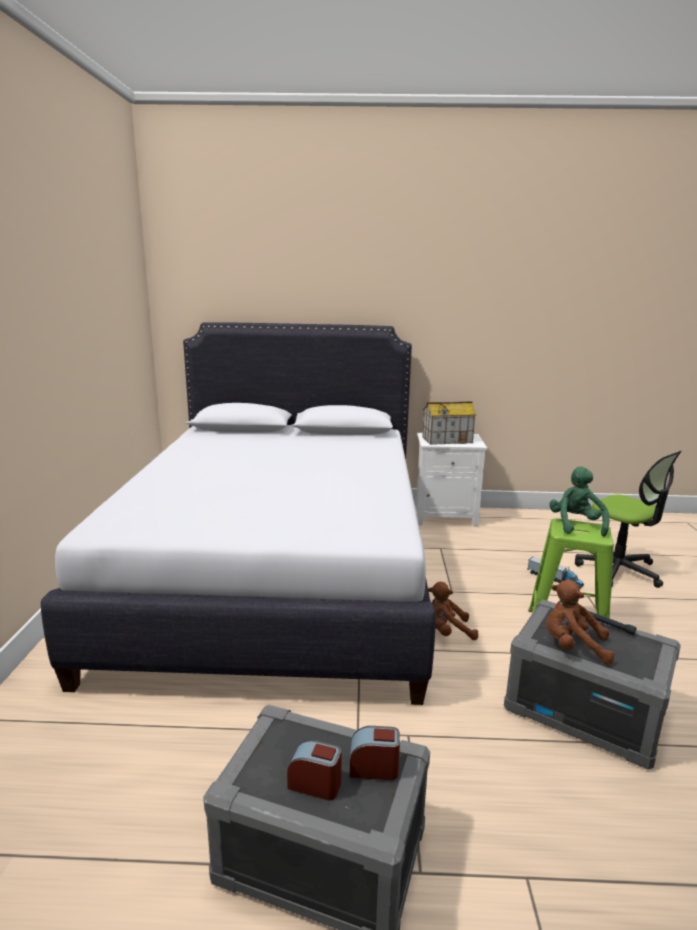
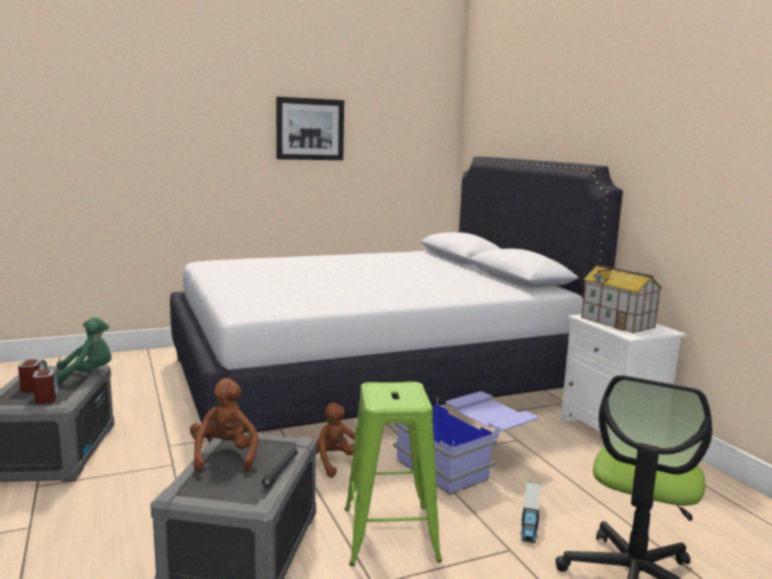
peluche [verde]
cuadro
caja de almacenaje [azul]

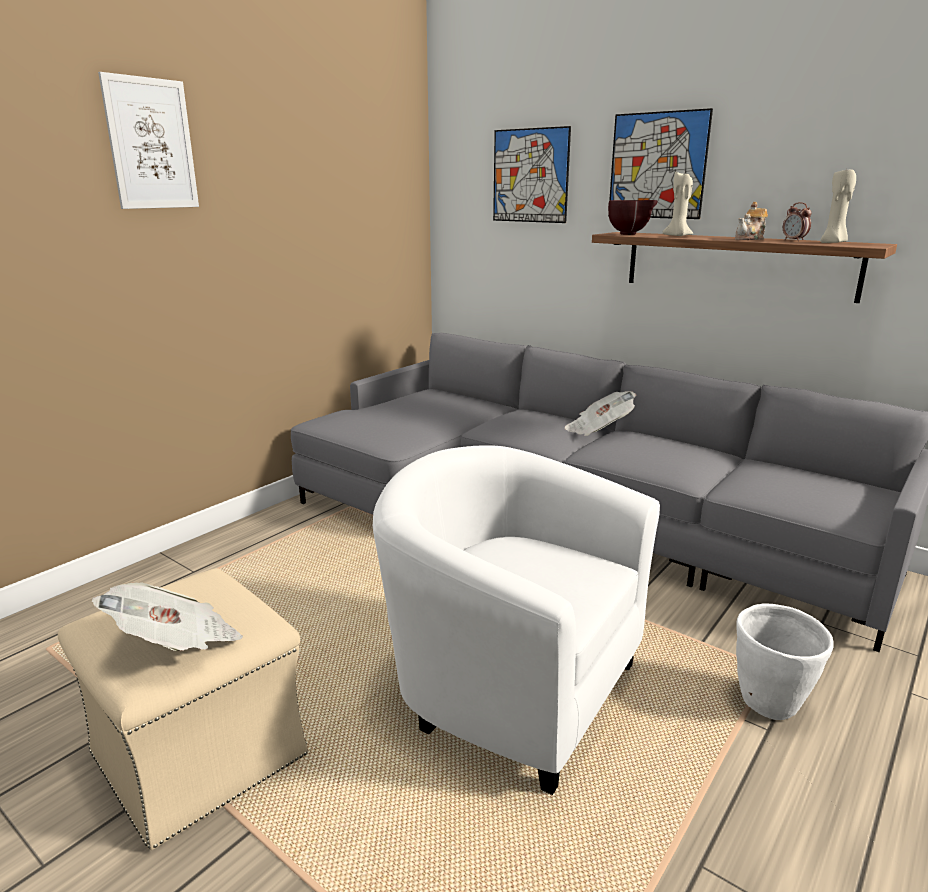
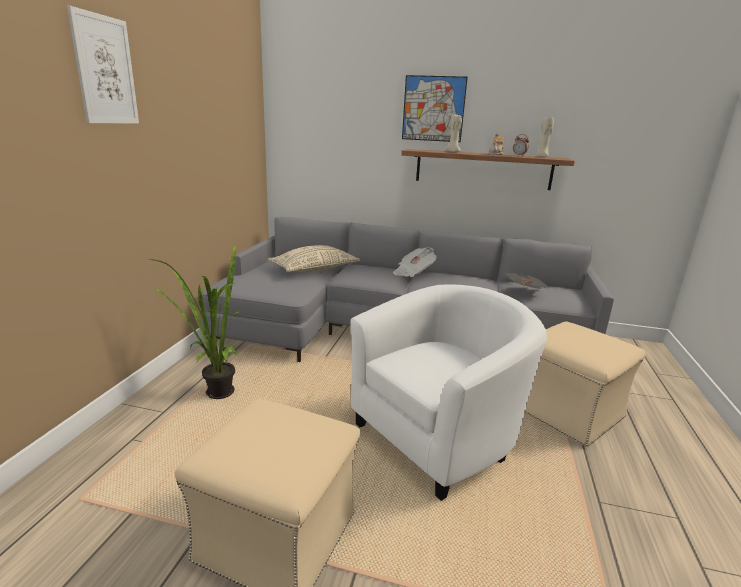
planta en maceta
cojín [beis]
sillón [blanco]
periódico (2nd from left)
puf [beis] (2nd from left)
cuadro (2nd from left in the first image)
cuenco [marrón]

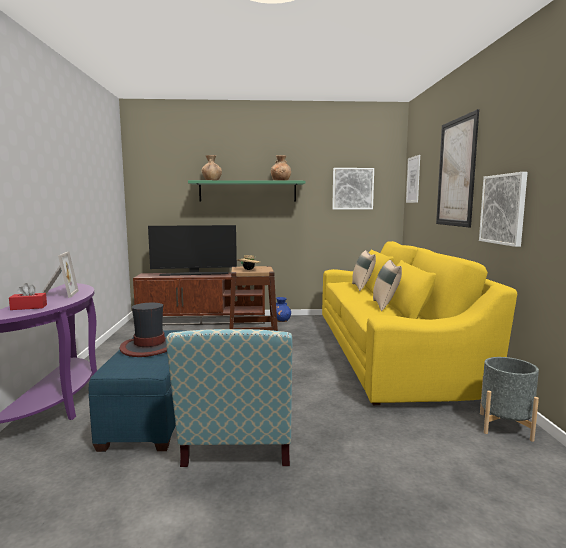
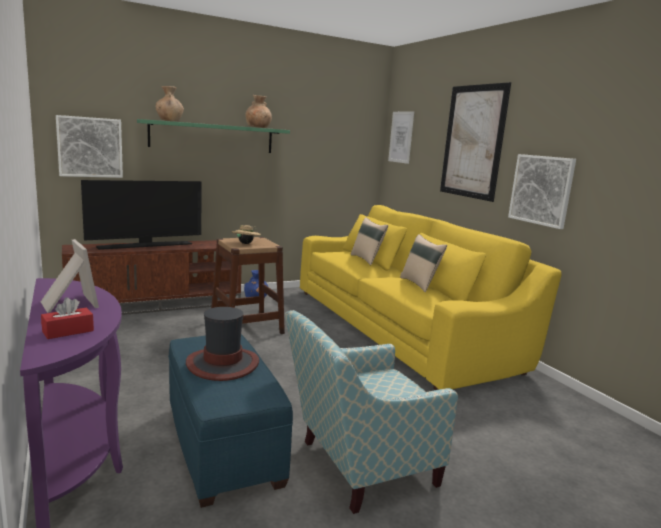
cuadro (1st from left)
sillón
maceta [gris]

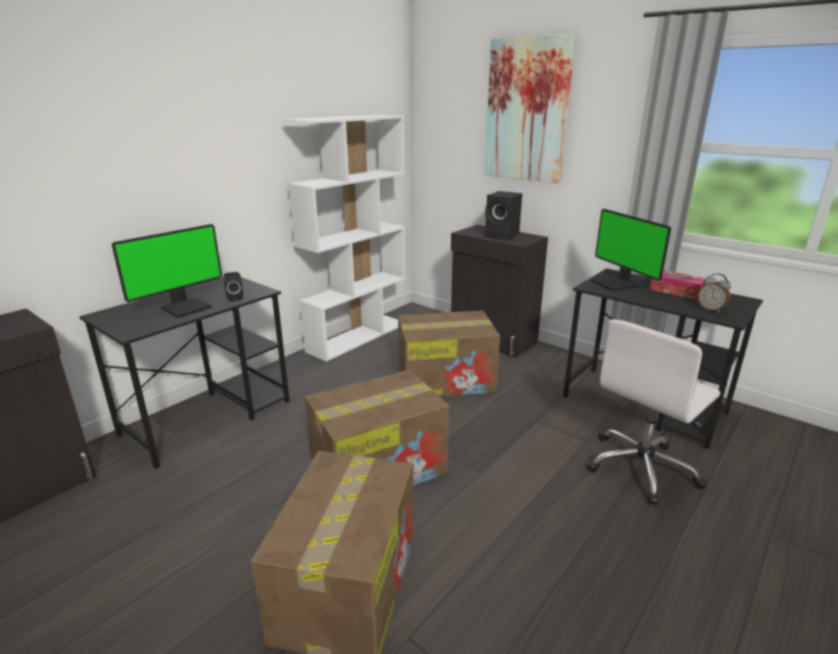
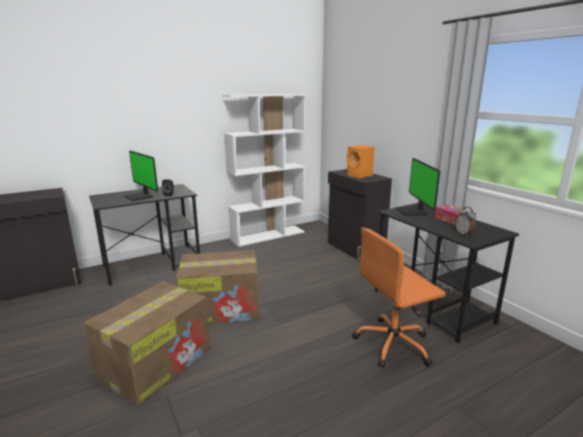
monitor (1st from left)
altavoz [naranja]
silla de oficina [naranja]
caja de cartón (3rd from left in the first image)
cuadro

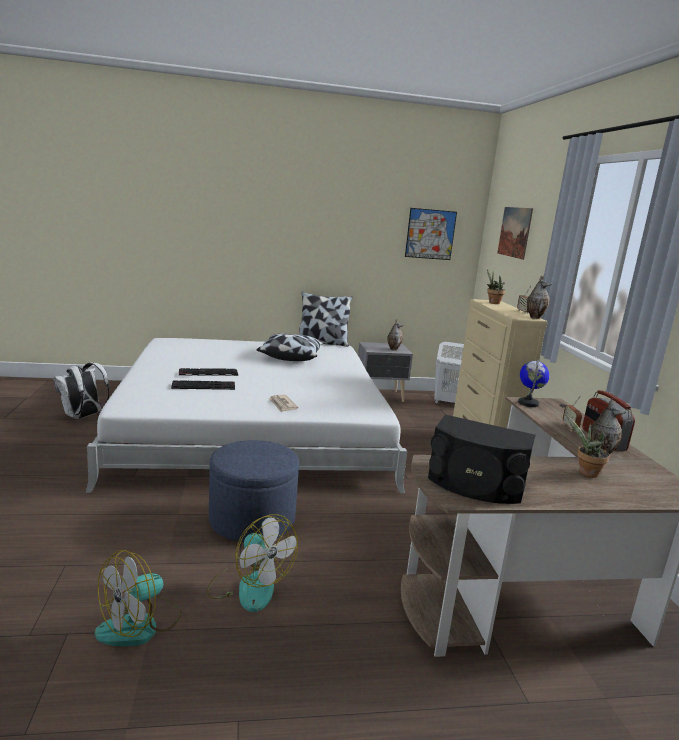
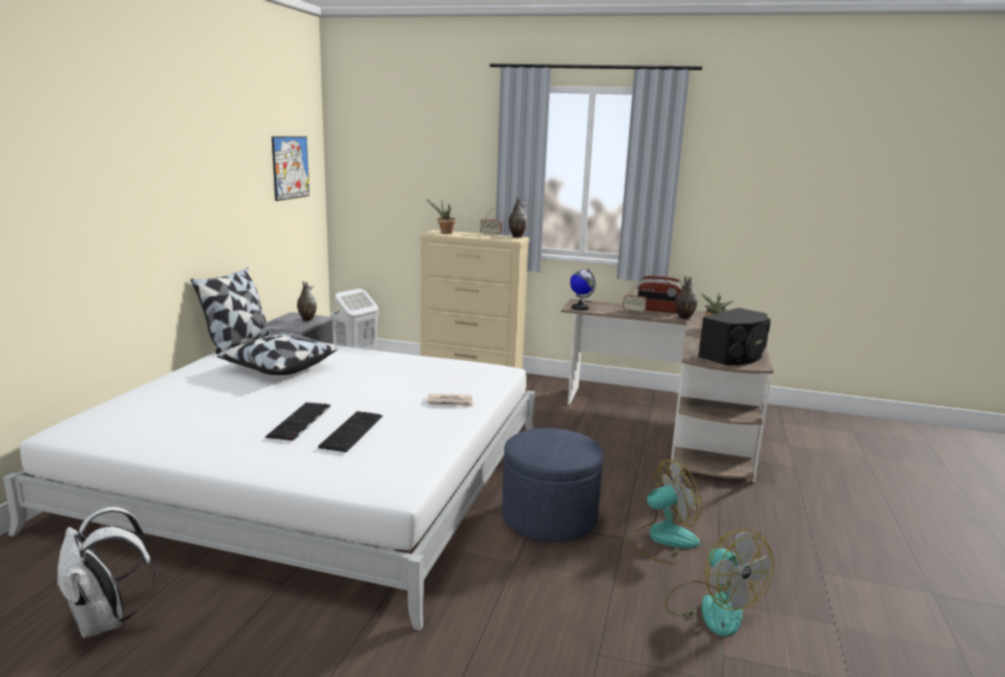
cuadro (2nd from left in the first image)

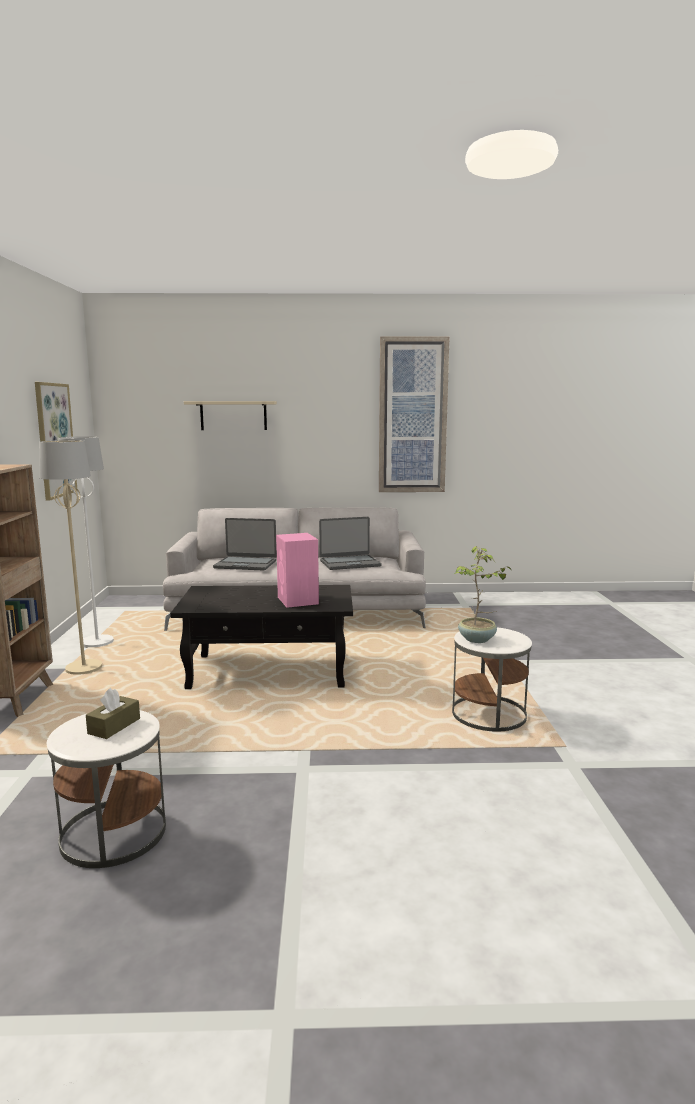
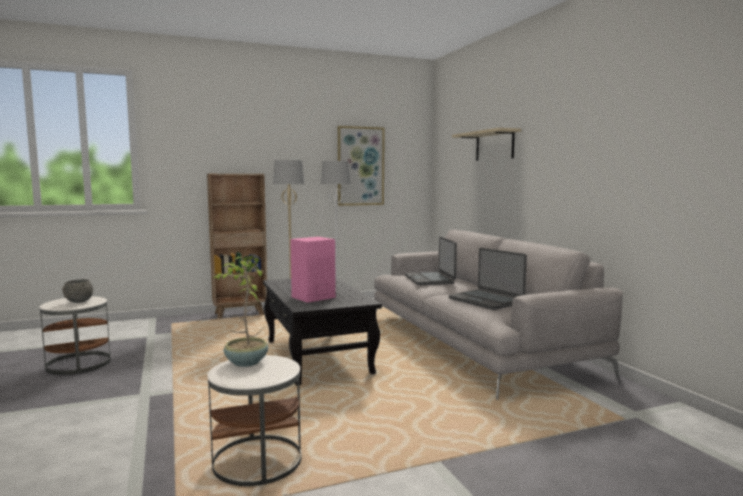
cuenco [gris]
cuadro (2nd from left in the first image)

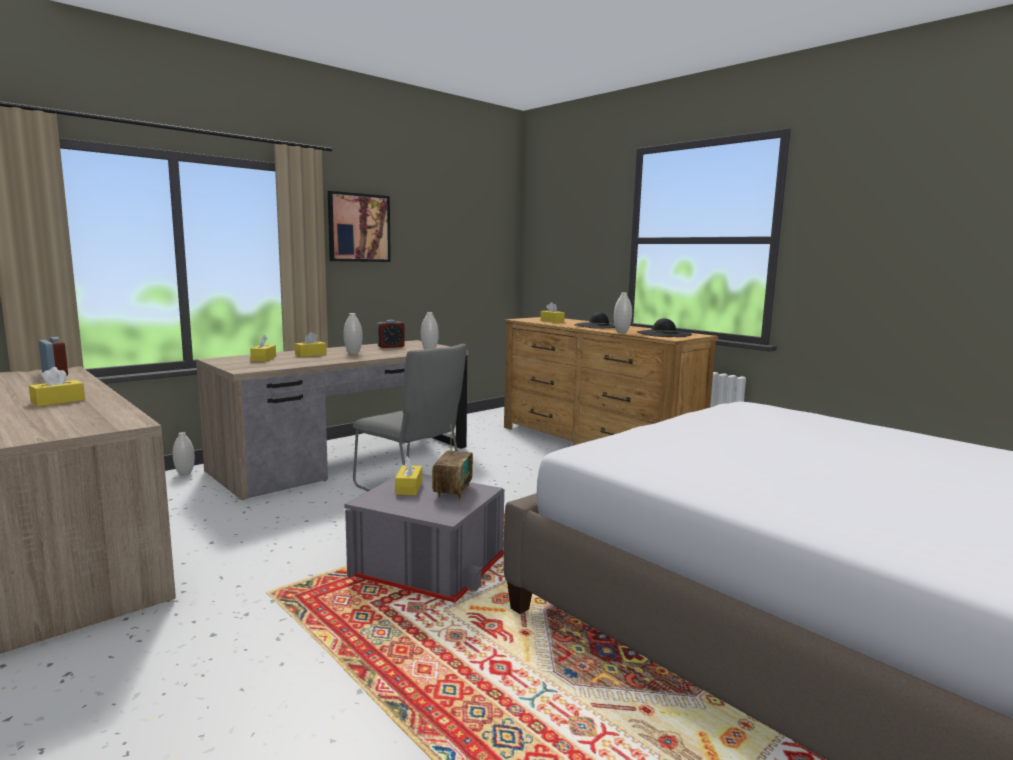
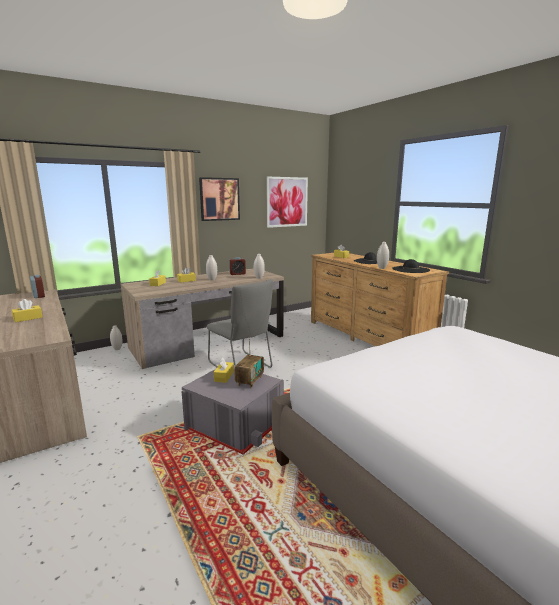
cuadro (2nd from left)

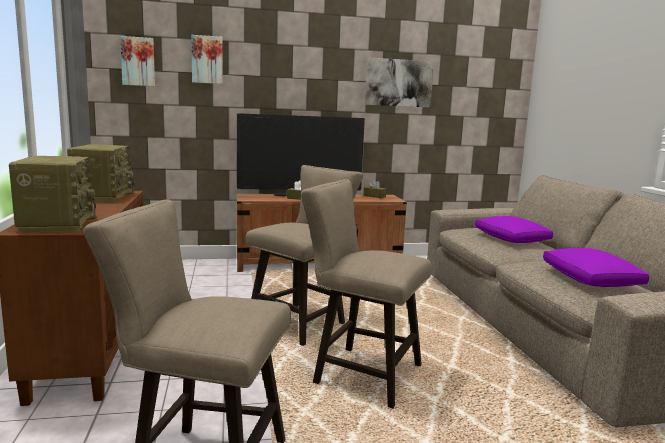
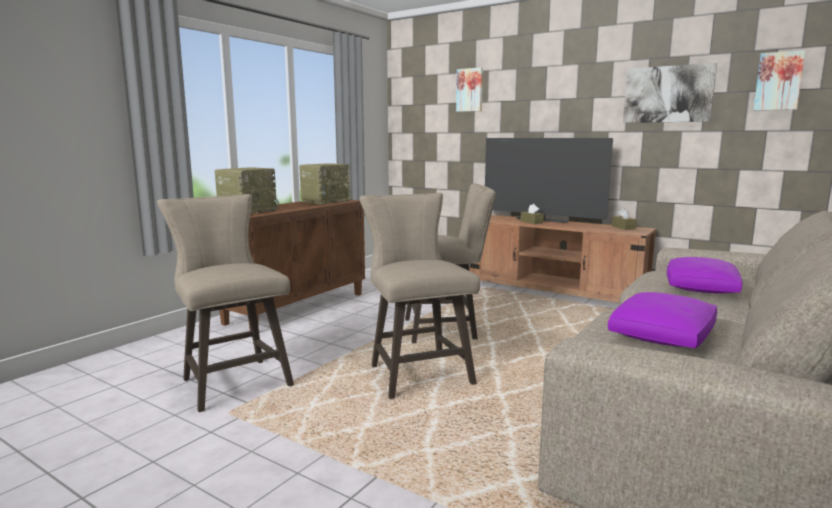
cuadro (3rd from left)

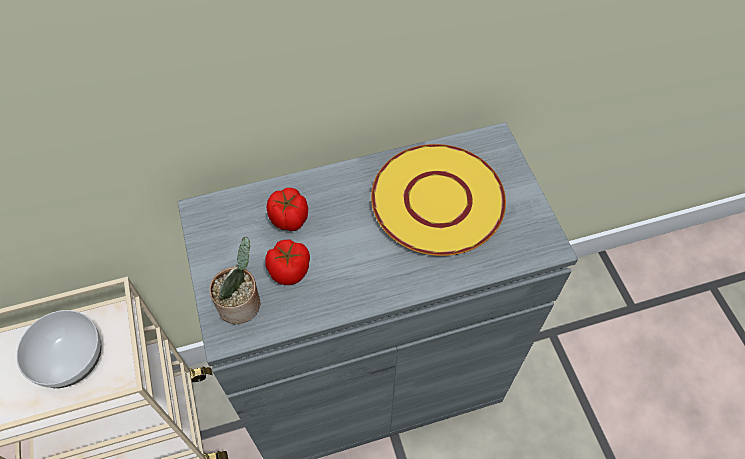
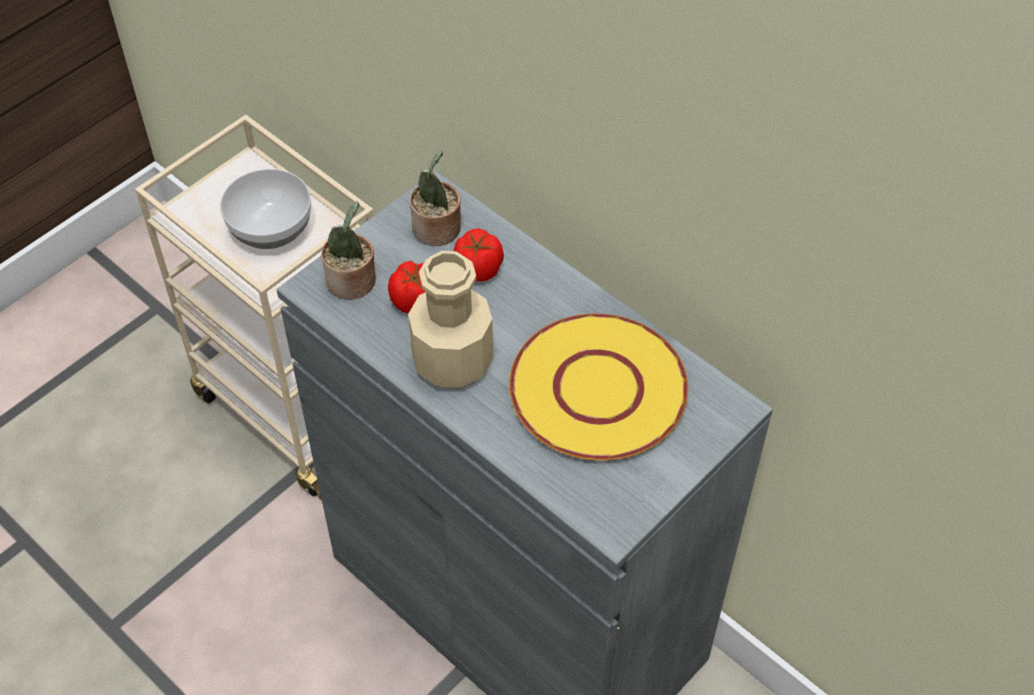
botella [beis]
planta en maceta (2nd from left)

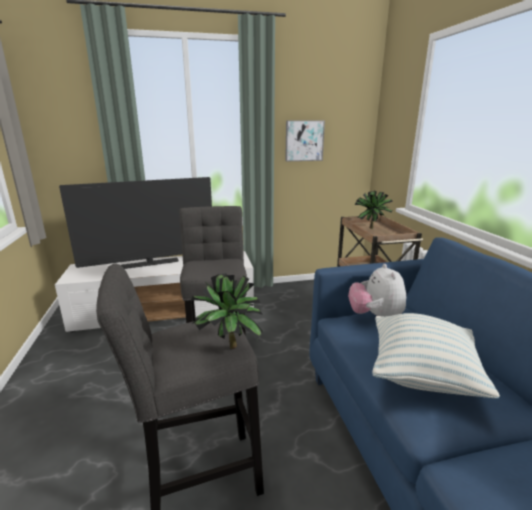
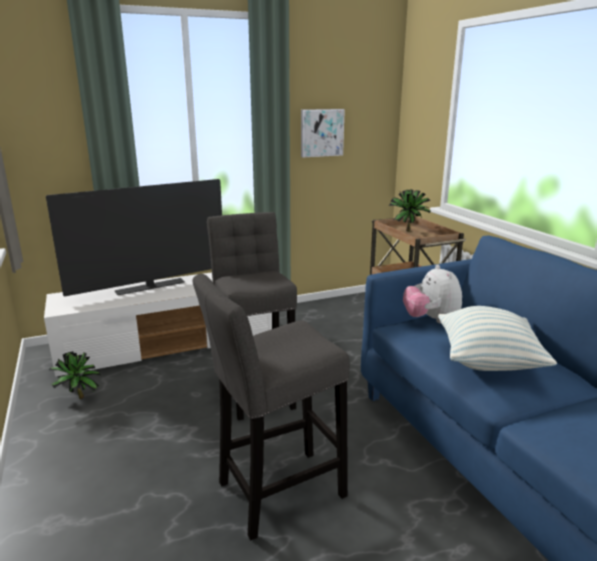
planta en maceta (1st from left)

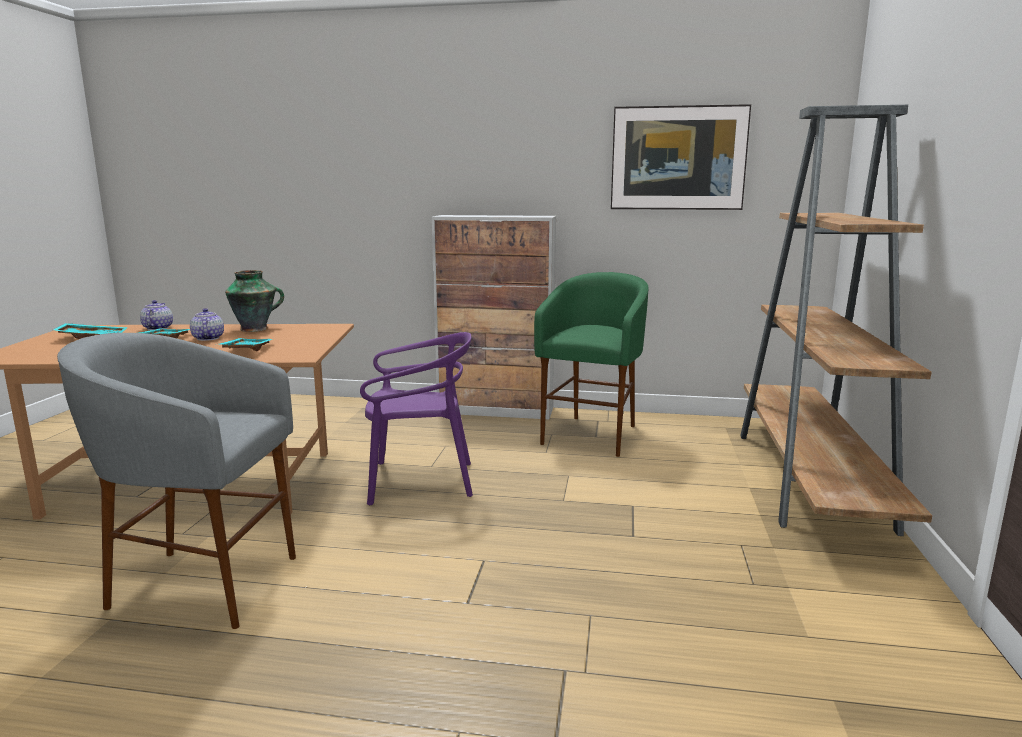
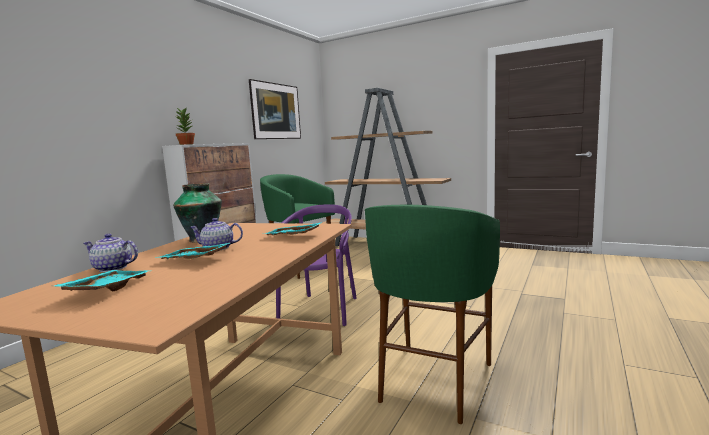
planta en maceta
taburete [verde] (2nd from left)

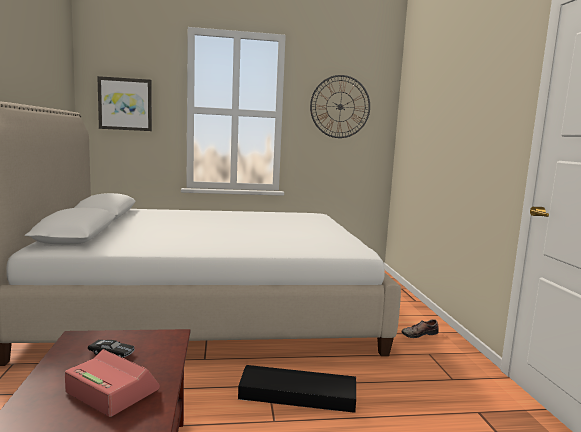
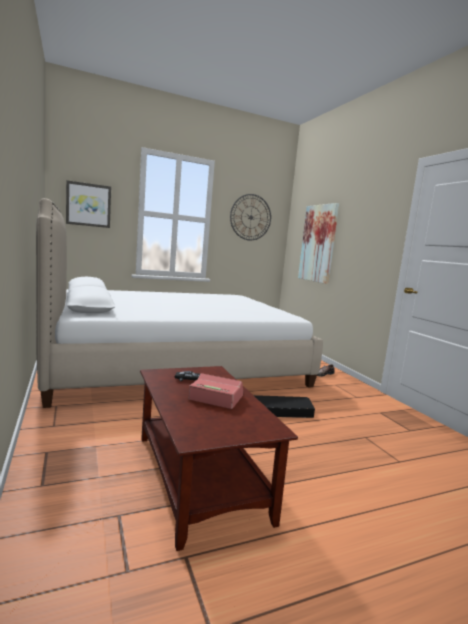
cuadro (2nd from left)

